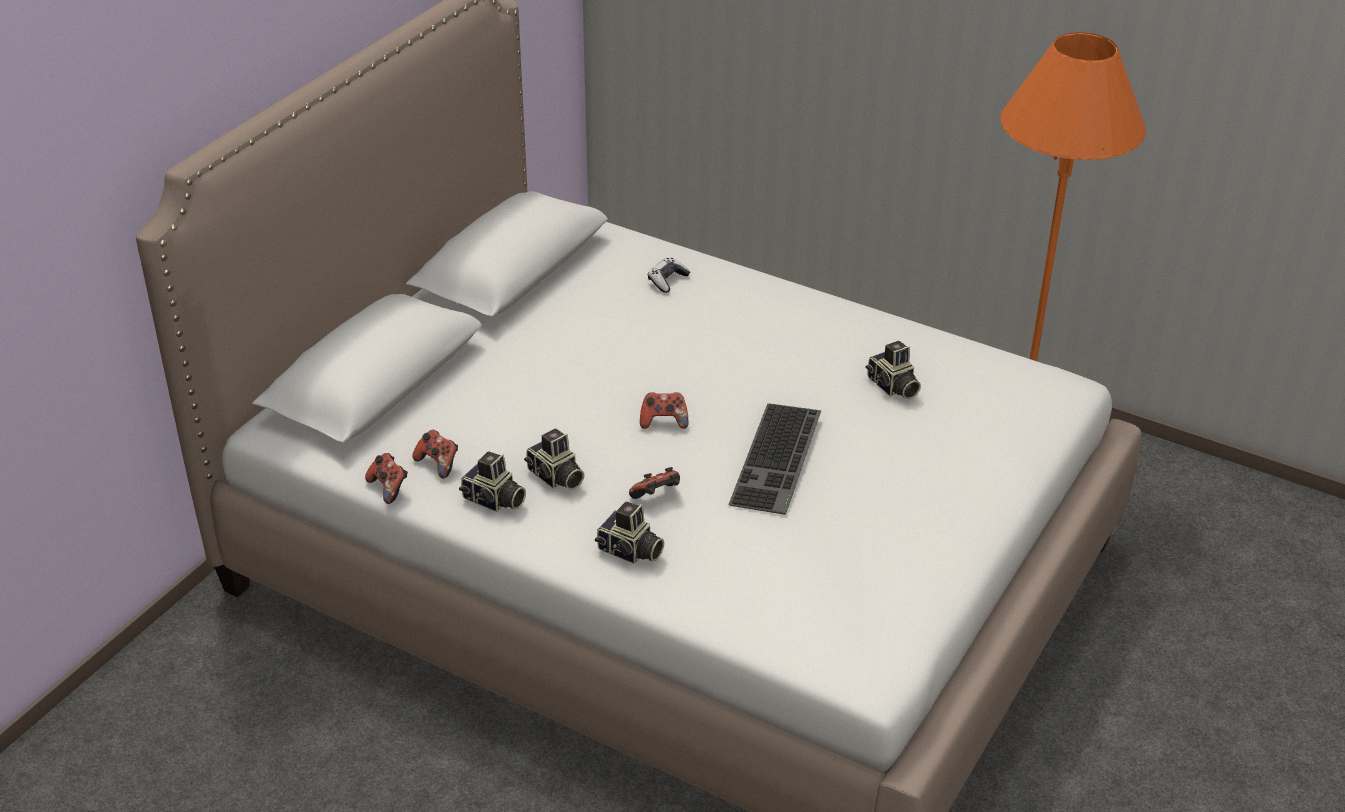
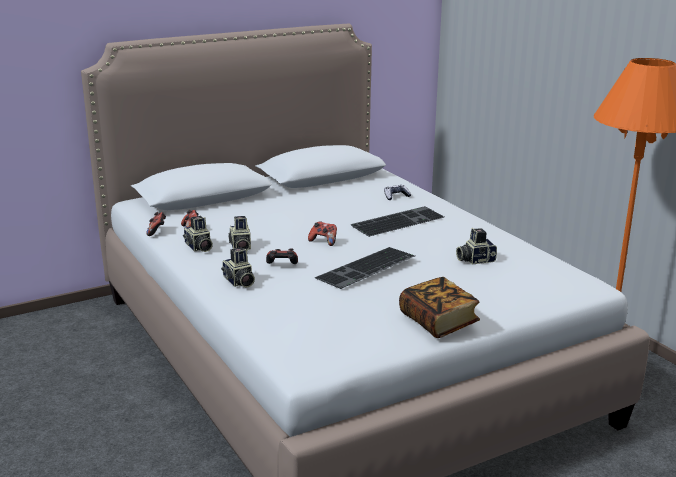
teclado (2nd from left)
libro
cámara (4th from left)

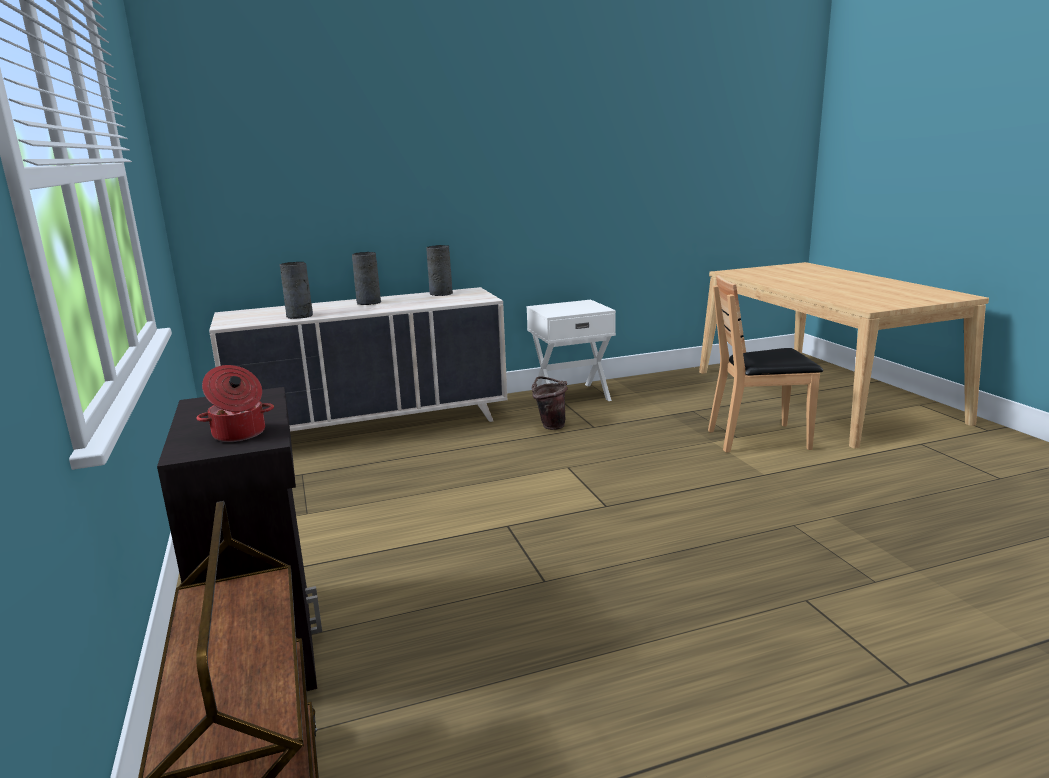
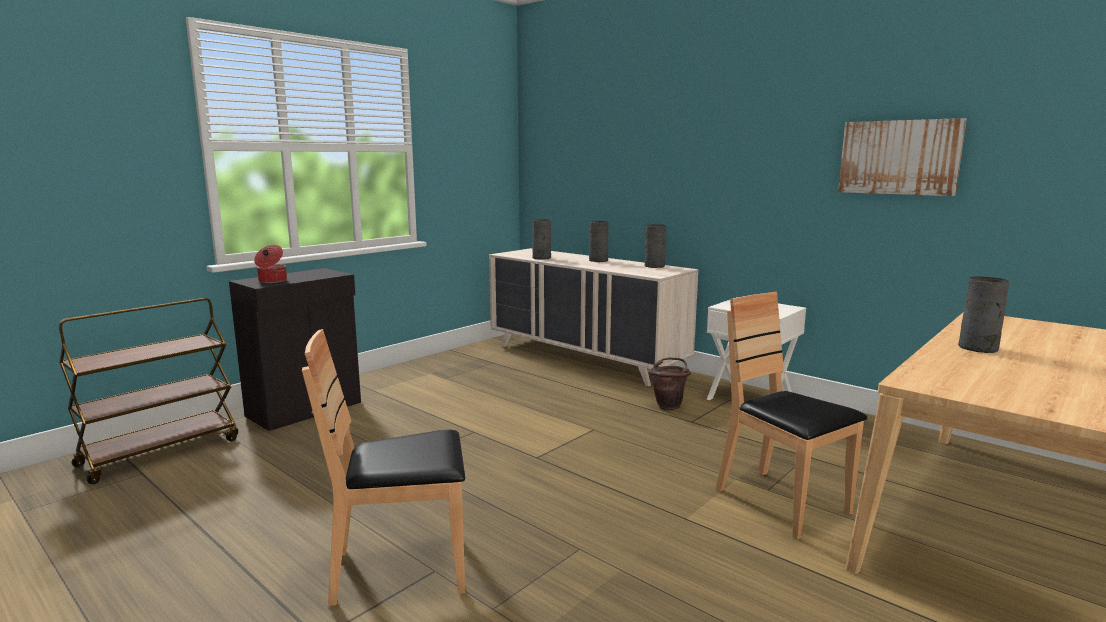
silla [marrón] (1st from left)
cuadro
florero [gris] (4th from left)

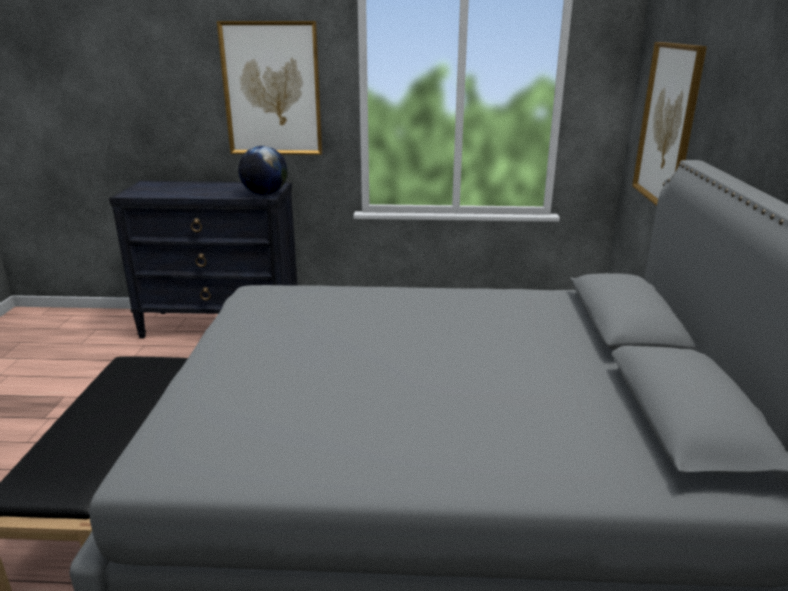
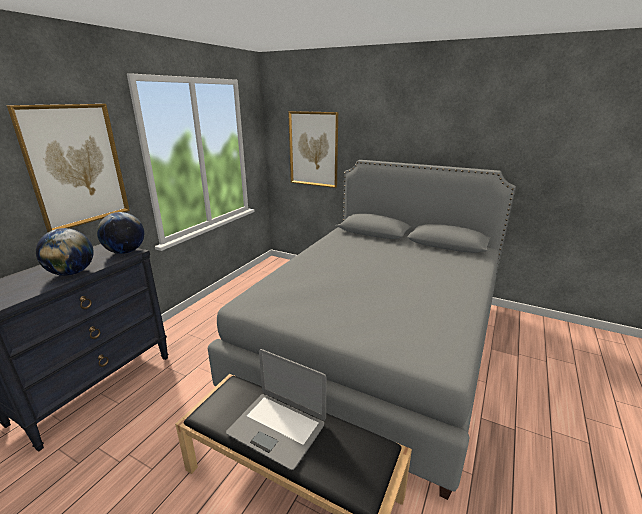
globo terráqueo (1st from left)
portátil

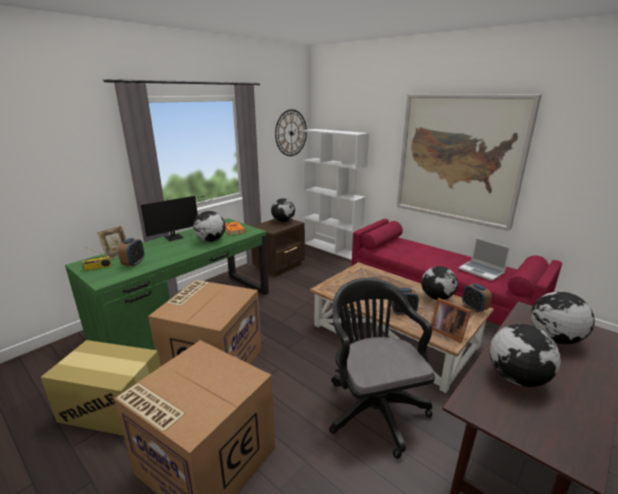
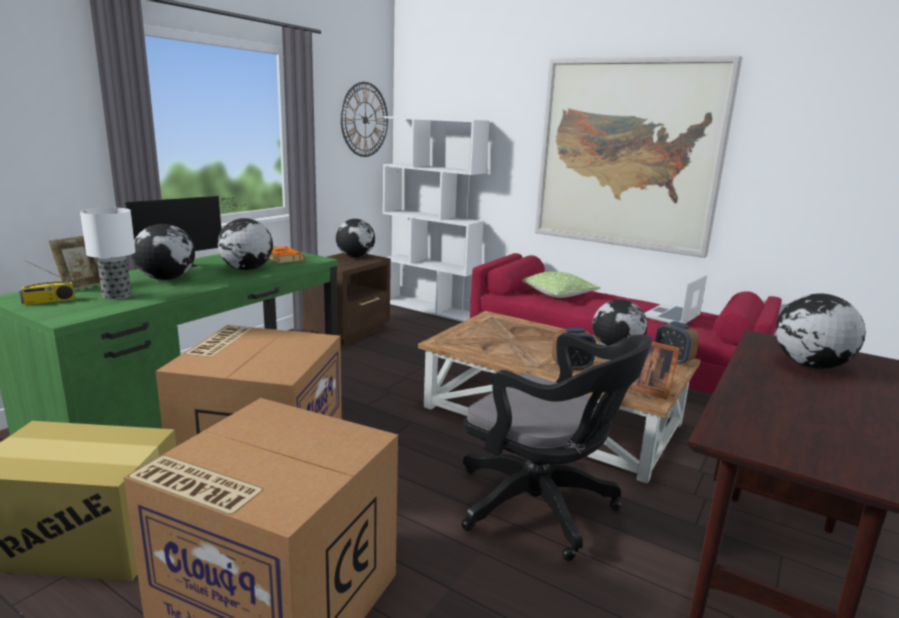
lámpara de mesa
globo terráqueo (1st from left)
silla de oficina [negro]
cojín
portátil

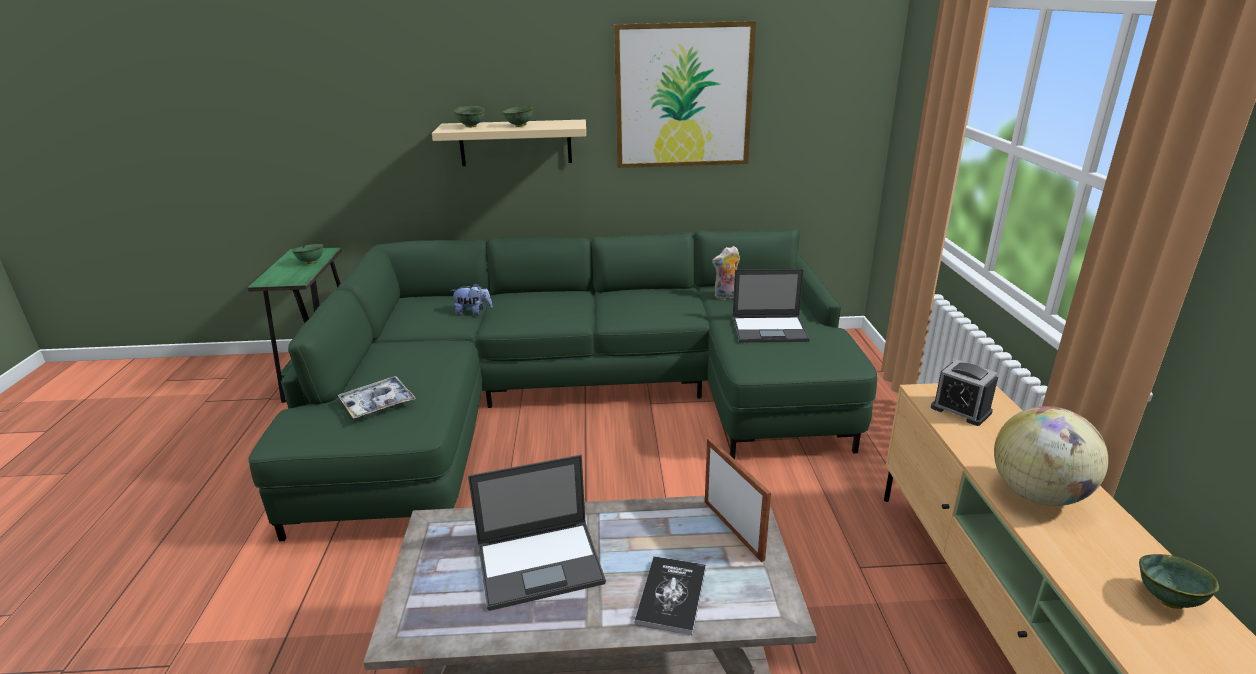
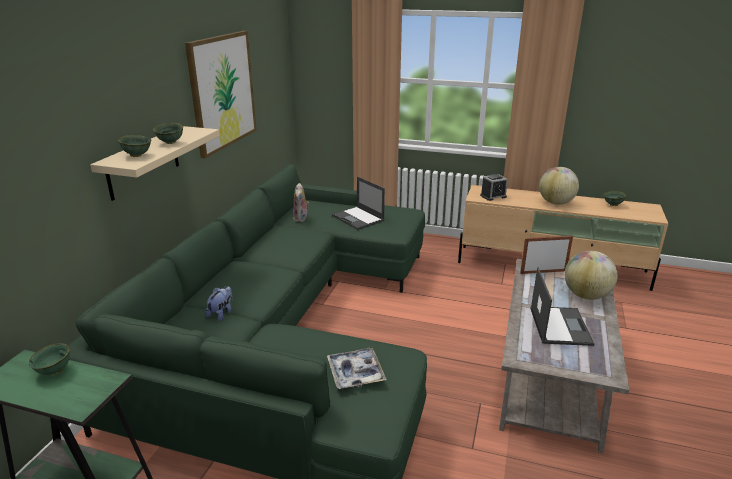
portátil (1st from left)
globo terráqueo (2nd from left)

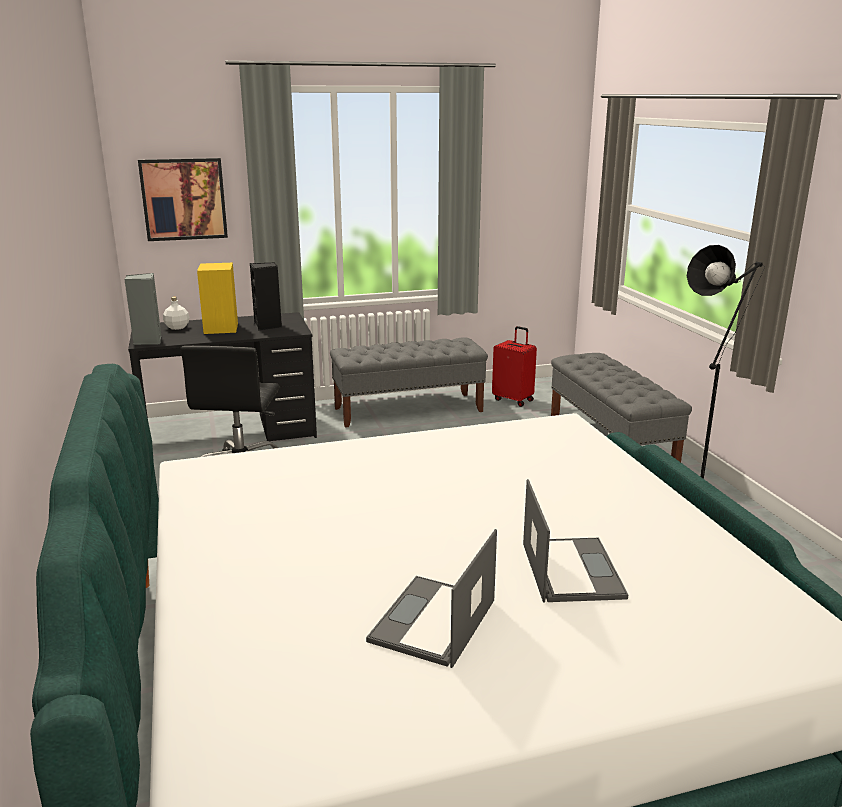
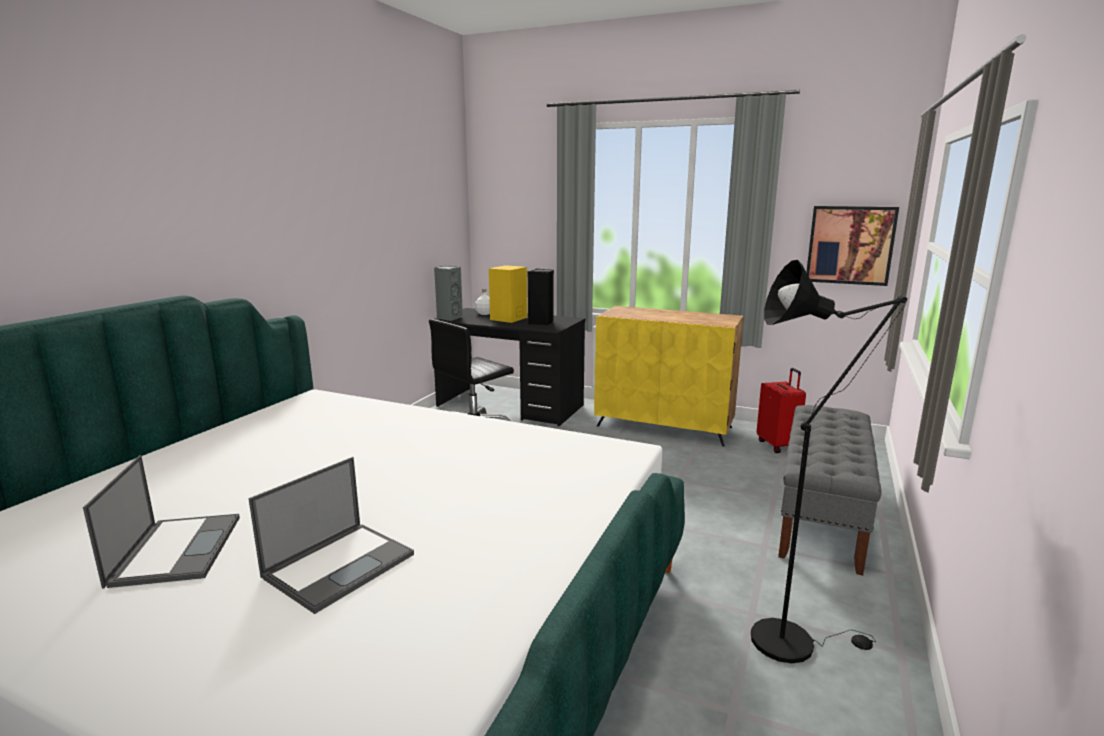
portátil (1st from left)
armario [amarillo]
cuadro

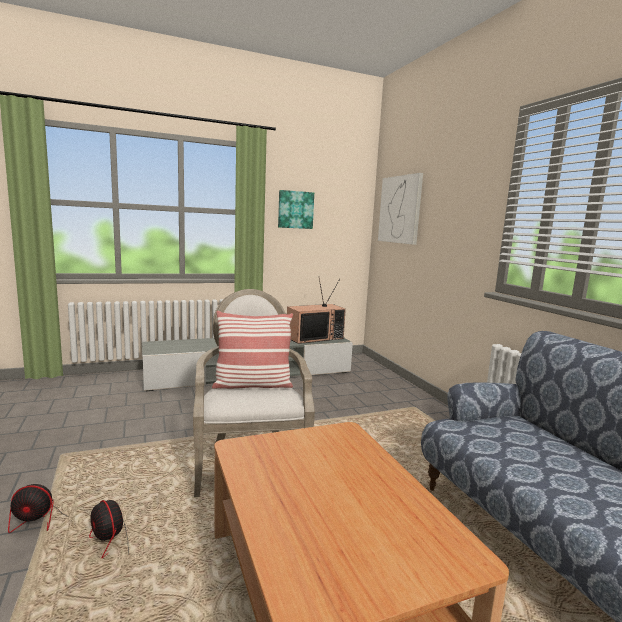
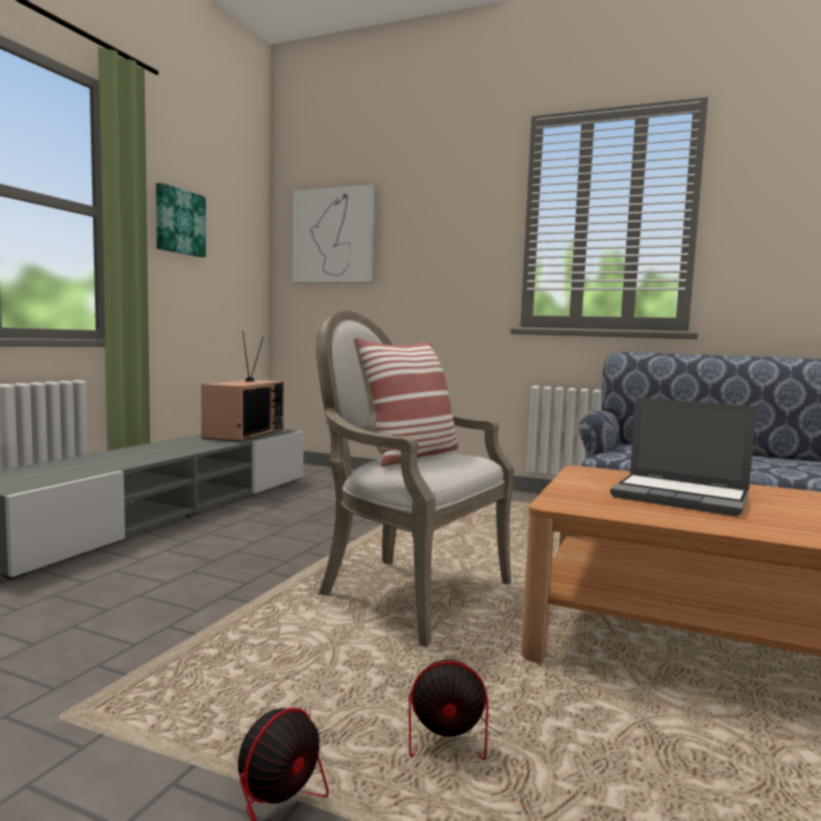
portátil

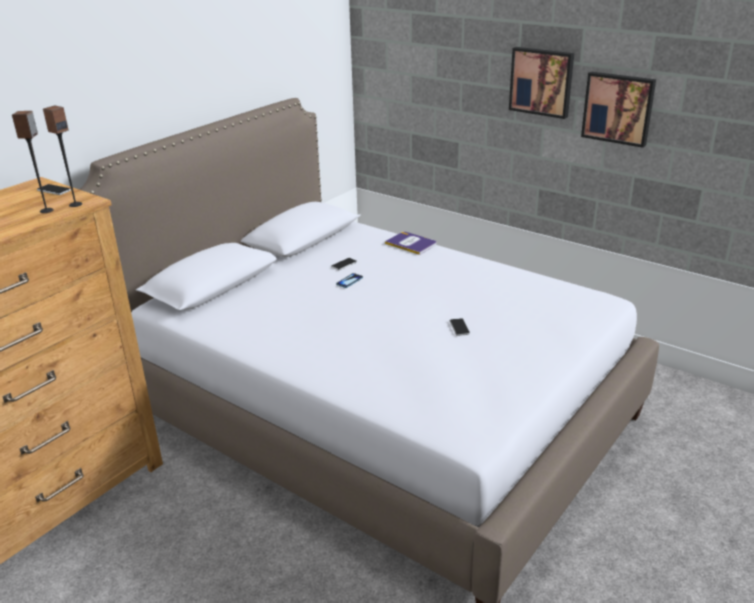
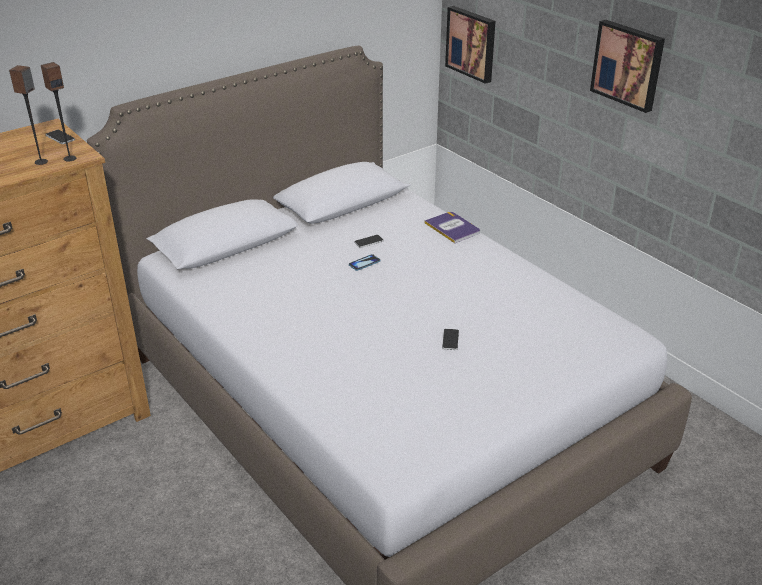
cuadro (1st from left)

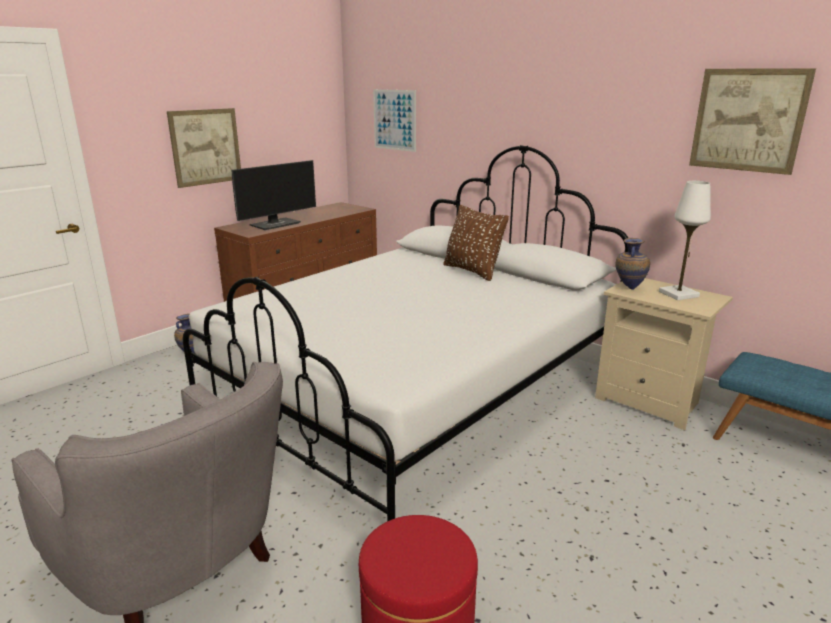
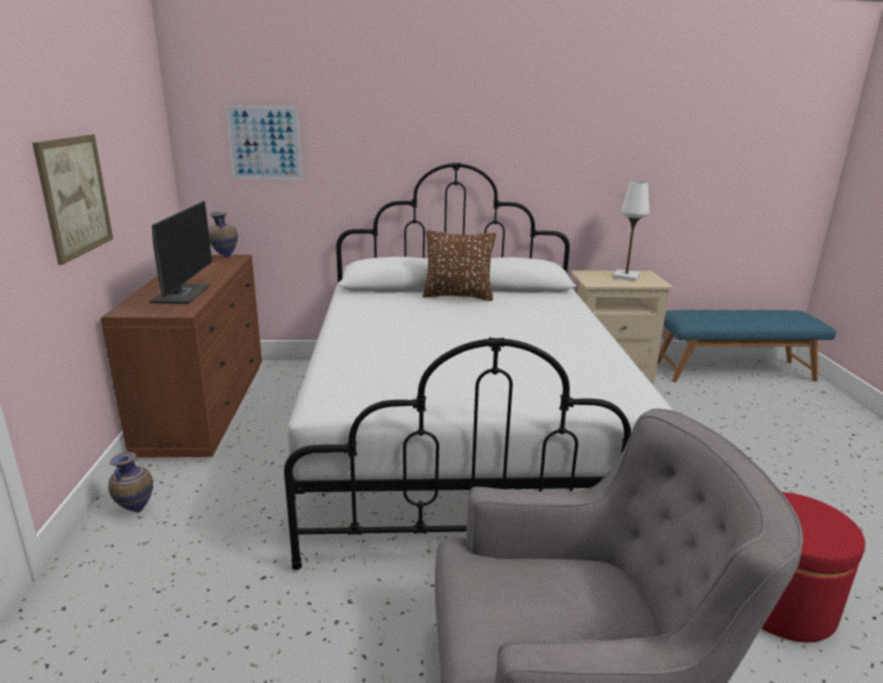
florero (2nd from left)
cuadro (3rd from left in the first image)

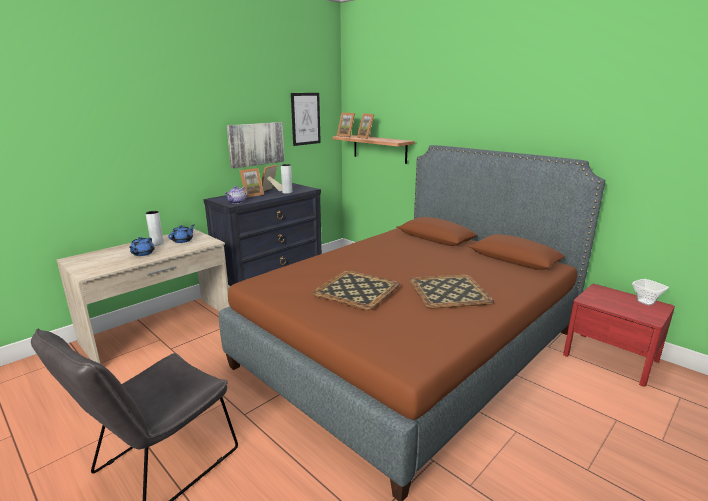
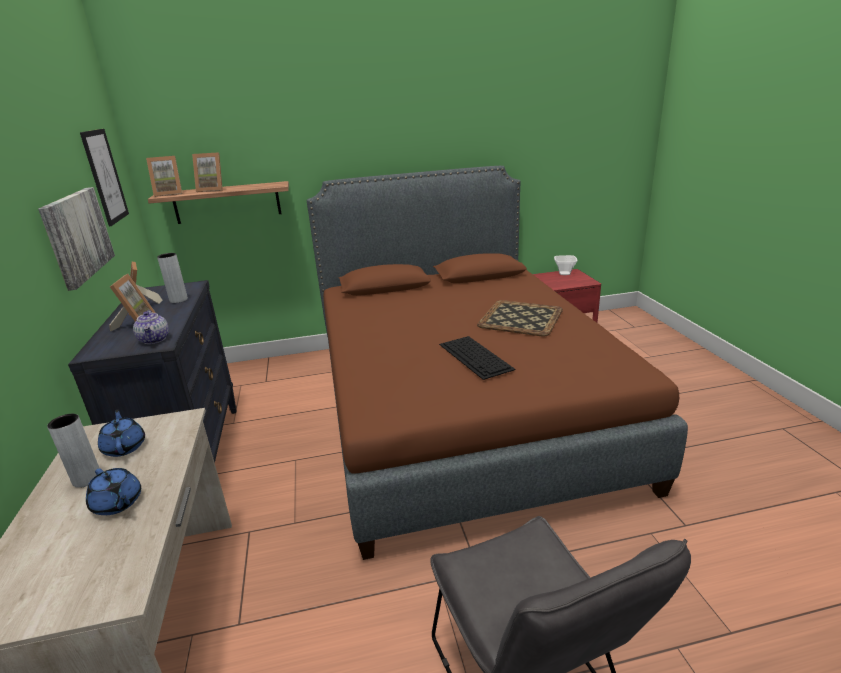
teclado

